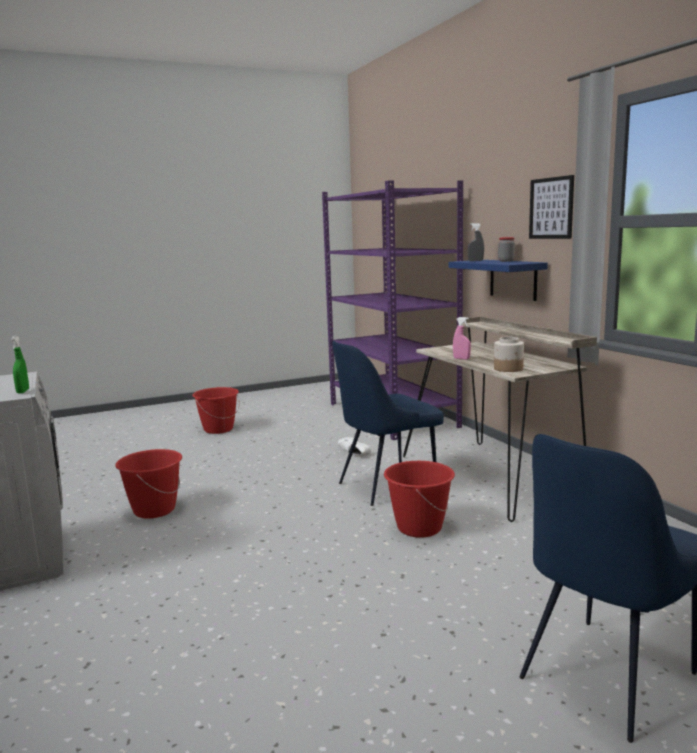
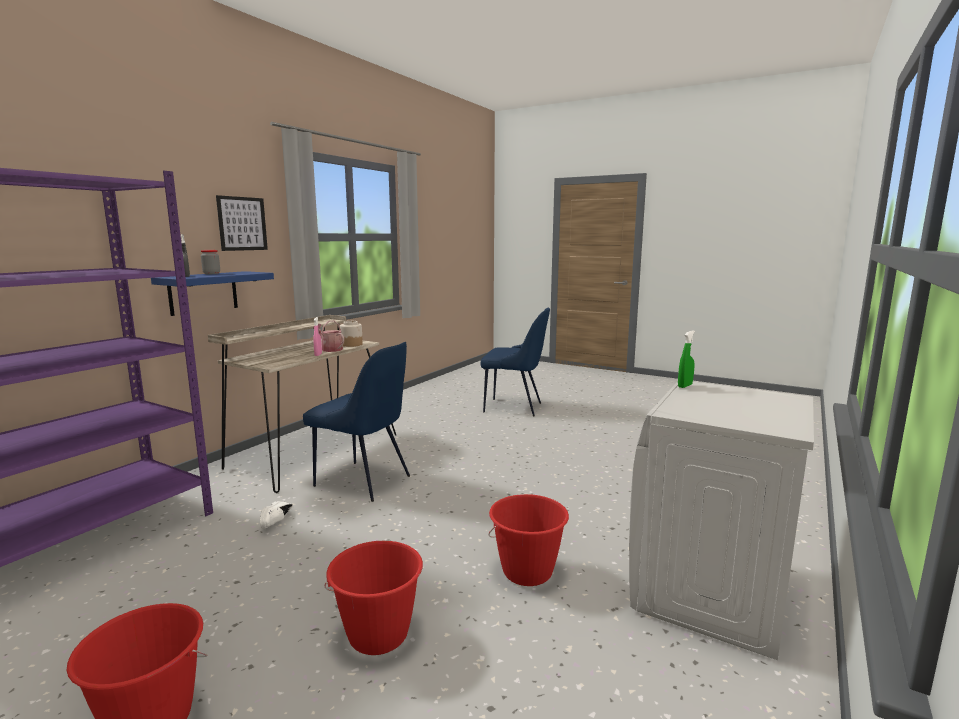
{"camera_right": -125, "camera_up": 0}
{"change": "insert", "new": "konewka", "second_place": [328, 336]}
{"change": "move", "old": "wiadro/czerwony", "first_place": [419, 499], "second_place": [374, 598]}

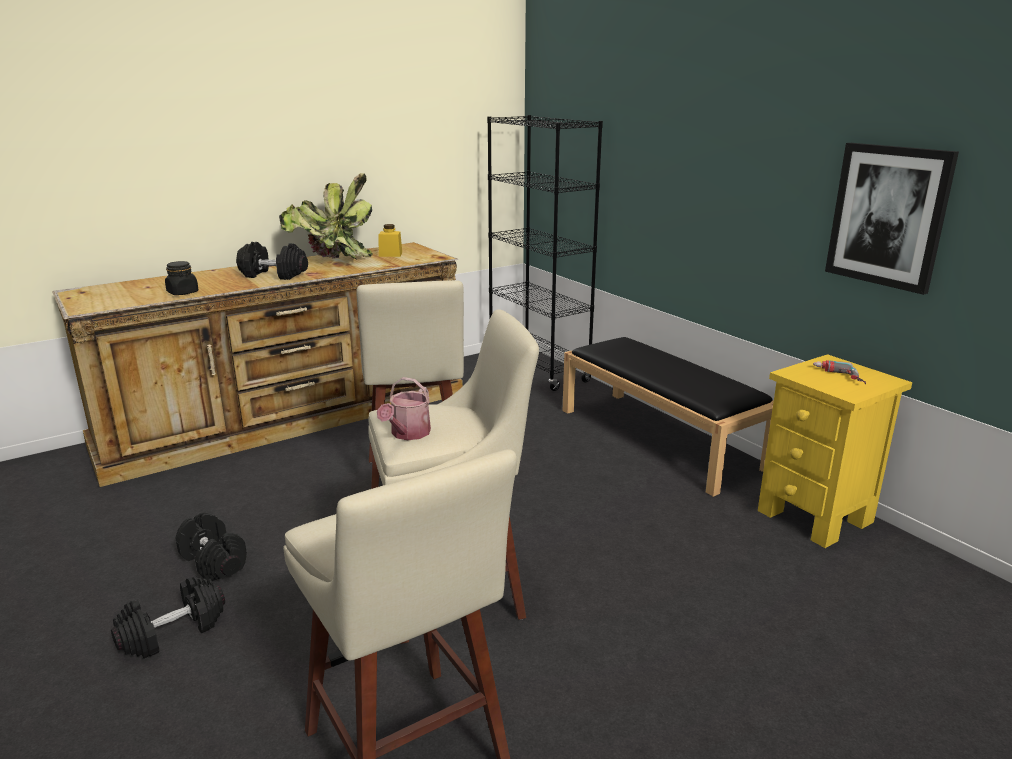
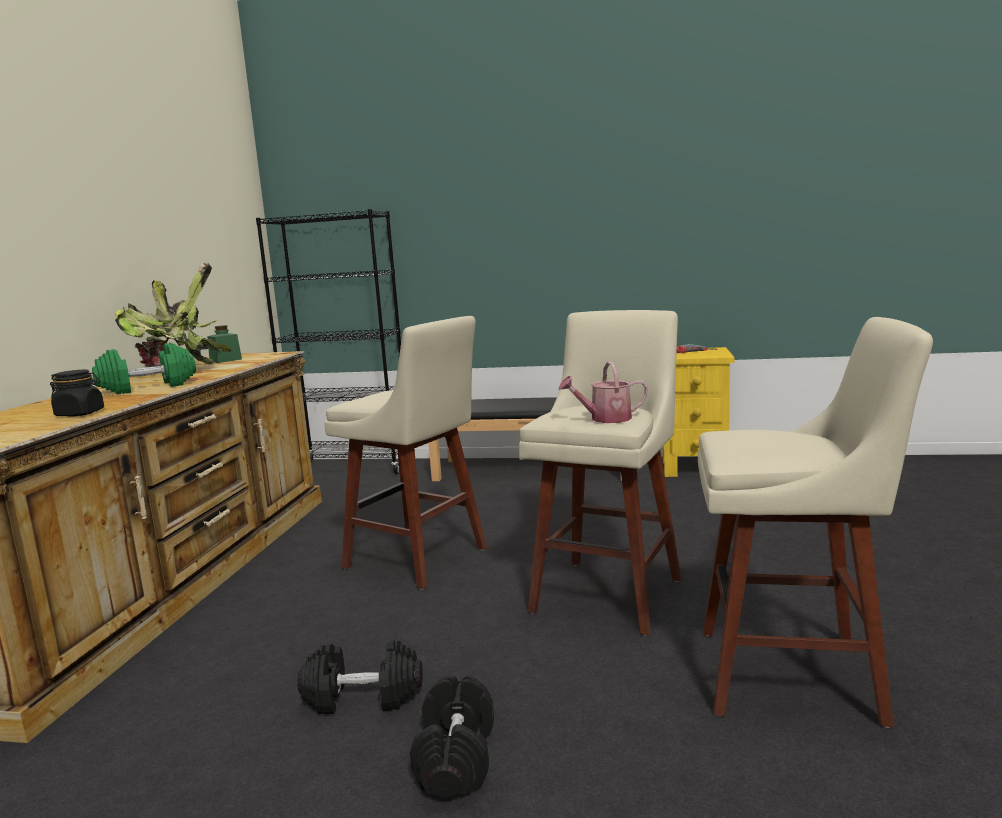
{"camera_right": -45, "camera_up": -10}
{"change": "delete", "old": "obraz", "first_place": [892, 219]}
{"change": "recolor", "old": "hantel/czarny", "new": "hantel/zielony", "first_place": [272, 261], "second_place": [144, 369]}
{"change": "recolor", "old": "słoik/żółty", "new": "słoik/zielony", "first_place": [390, 240], "second_place": [224, 344]}
{"change": "rotate", "old": "konewka", "first_place": [404, 408], "second_place": [603, 392], "degrees": 105}

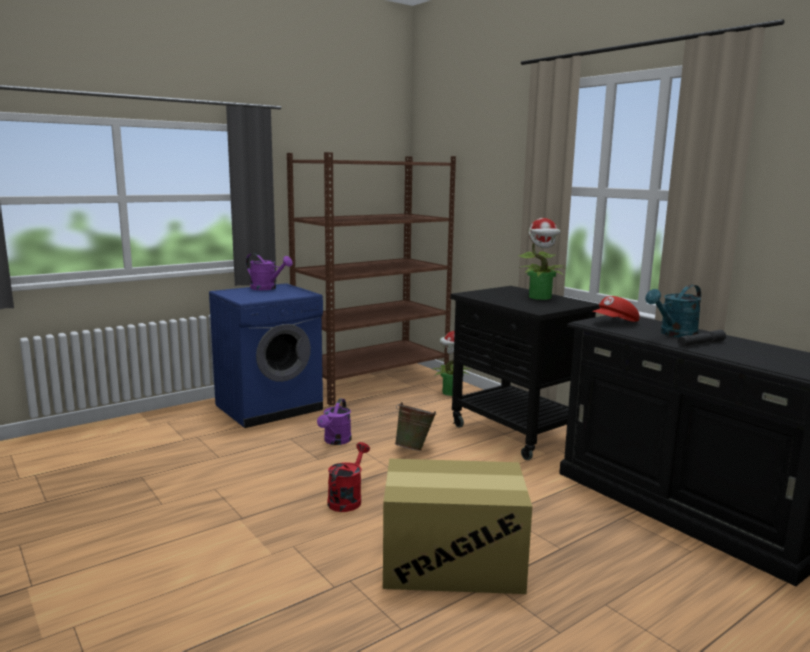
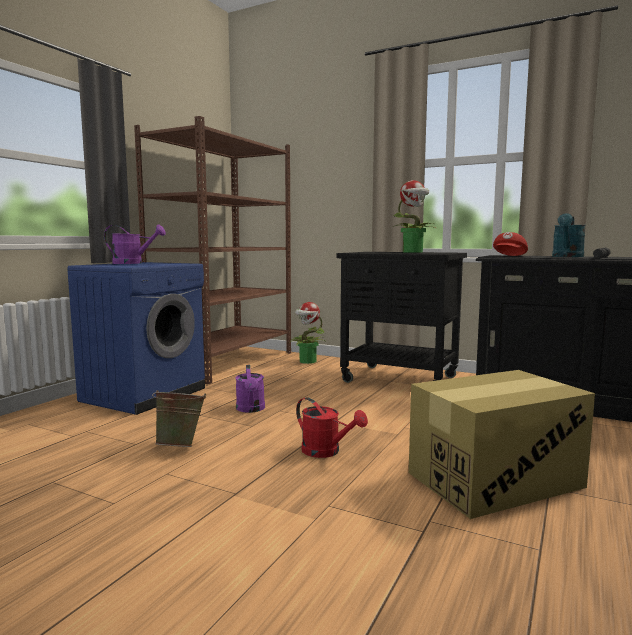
{"camera_right": -25, "camera_up": -5}
{"change": "move", "old": "wiadro/zielony", "first_place": [416, 426], "second_place": [179, 418]}
{"change": "rotate", "old": "konewka/czerwony", "first_place": [348, 477], "second_place": [332, 427], "degrees": 135}

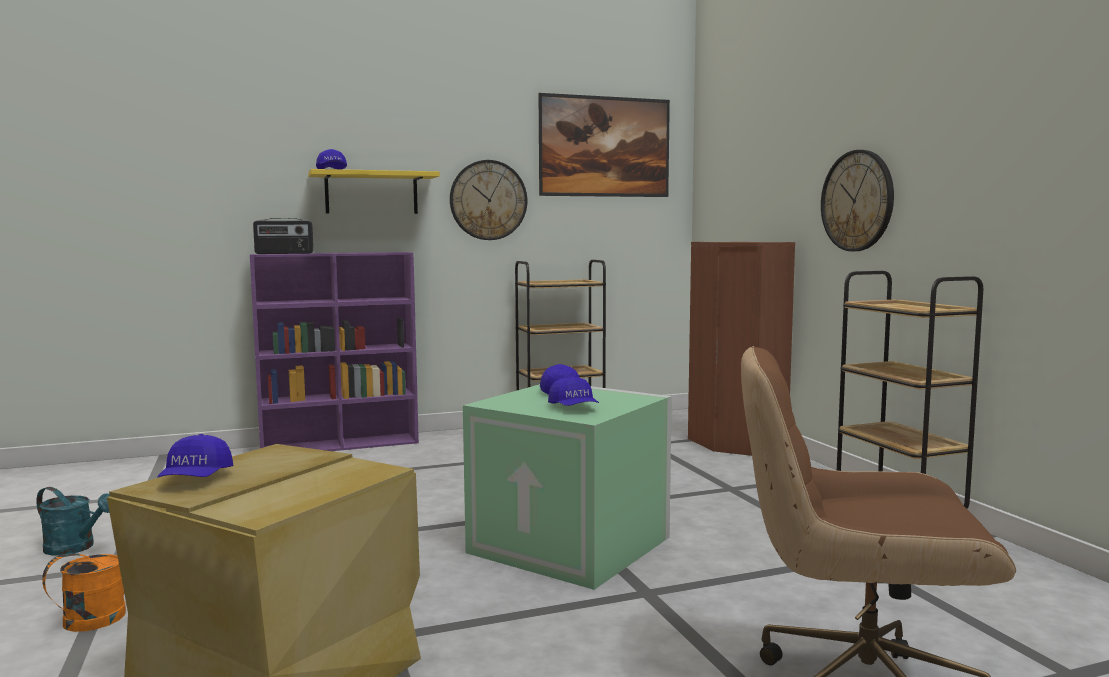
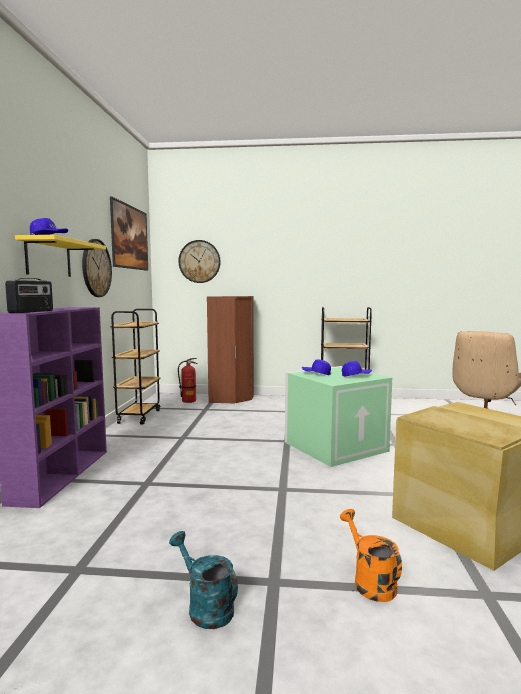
{"camera_right": -65, "camera_up": 0}
{"change": "delete", "old": "czapka z daszkiem/niebieski", "first_place": [195, 455]}
{"change": "insert", "new": "gaśnica", "second_place": [188, 380]}
{"change": "move", "old": "zegar ścienny", "first_place": [857, 200], "second_place": [199, 261]}
{"change": "rotate", "old": "konewka/turkusowy", "first_place": [73, 521], "second_place": [203, 580], "degrees": -90}

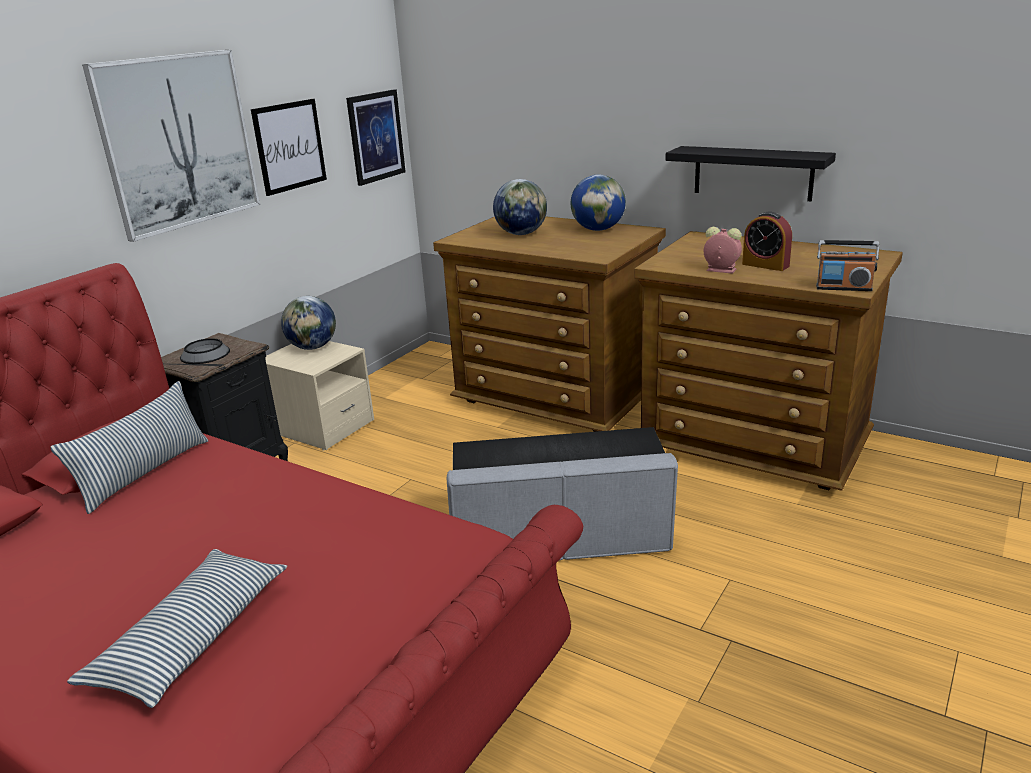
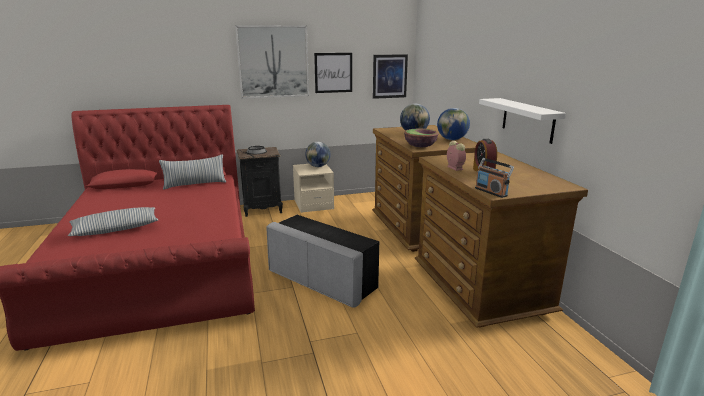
{"camera_right": 40, "camera_up": -5}
{"change": "insert", "new": "miska", "second_place": [421, 138]}
{"change": "recolor", "old": "półka/czarny", "new": "półka/biały", "first_place": [750, 173], "second_place": [522, 121]}

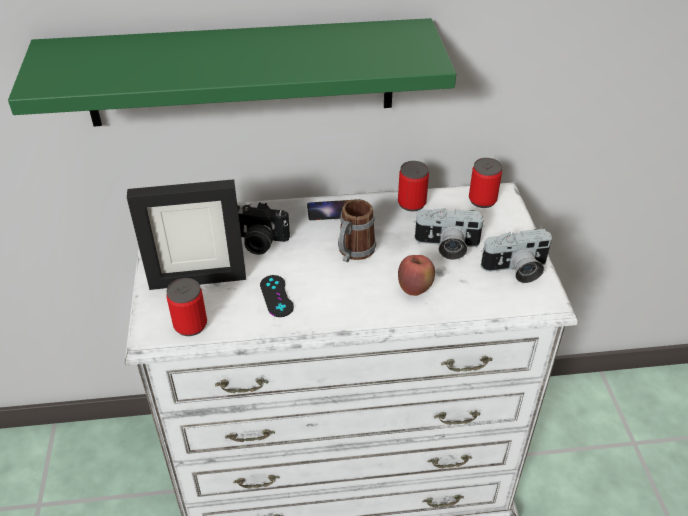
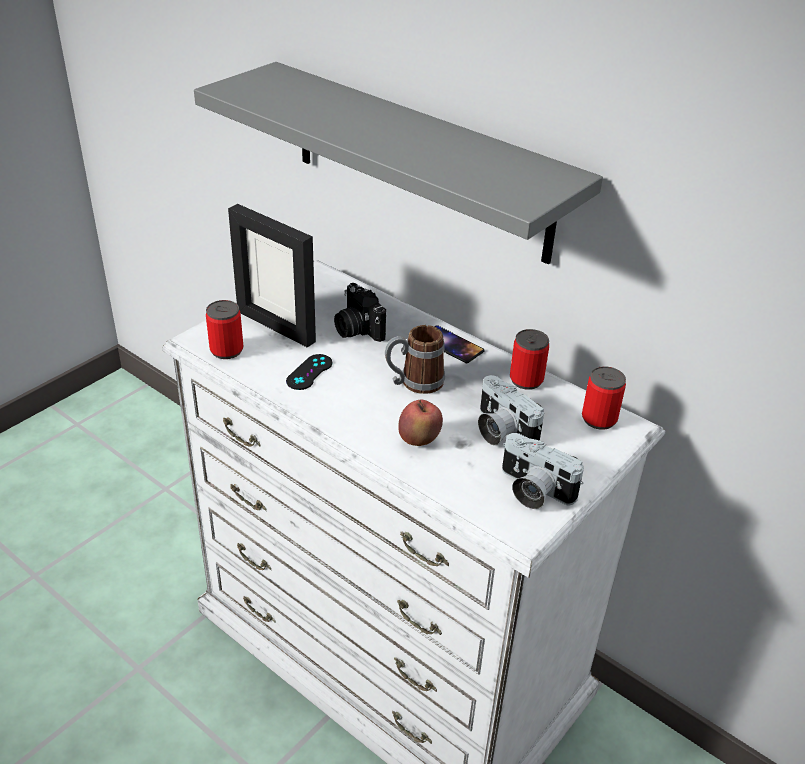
{"camera_right": 45, "camera_up": -5}
{"change": "recolor", "old": "półka/zielony", "new": "półka/szary", "first_place": [232, 72], "second_place": [398, 163]}

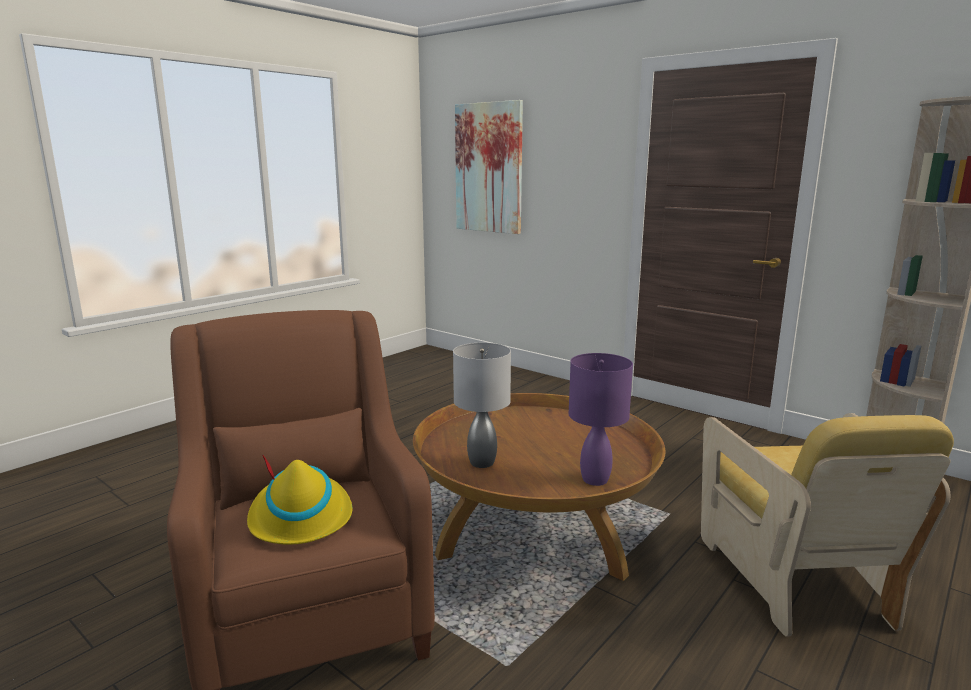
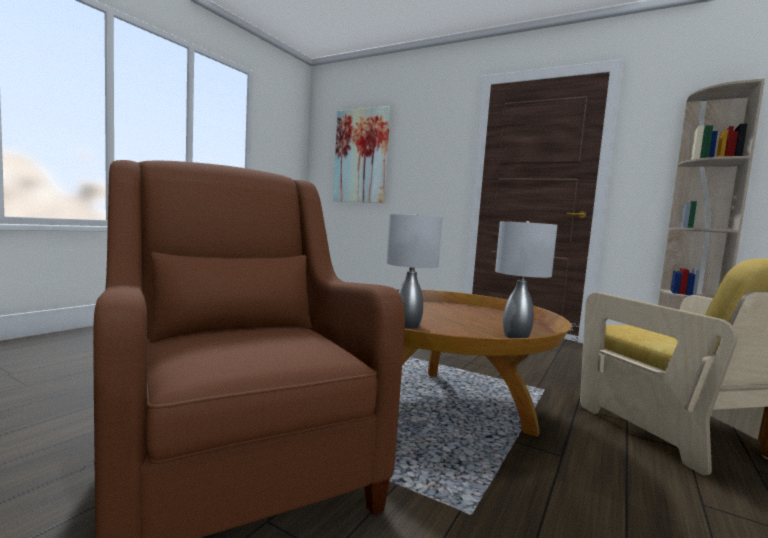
{"camera_right": -10, "camera_up": -10}
{"change": "delete", "old": "kapelusz/żółty", "first_place": [299, 499]}
{"change": "recolor", "old": "lampa stołowa/fioletowy", "new": "lampa stołowa/szary", "first_place": [601, 419], "second_place": [526, 279]}

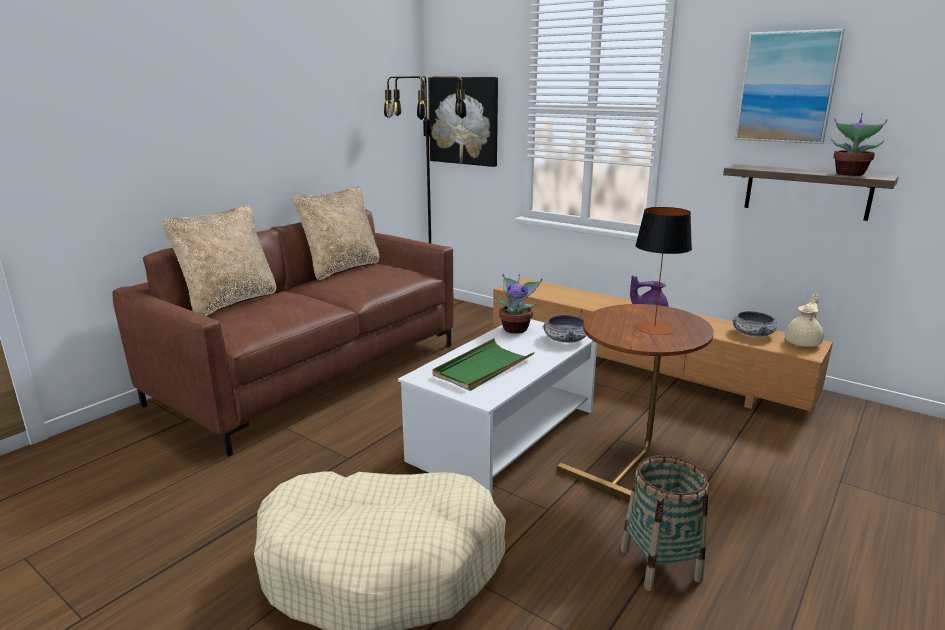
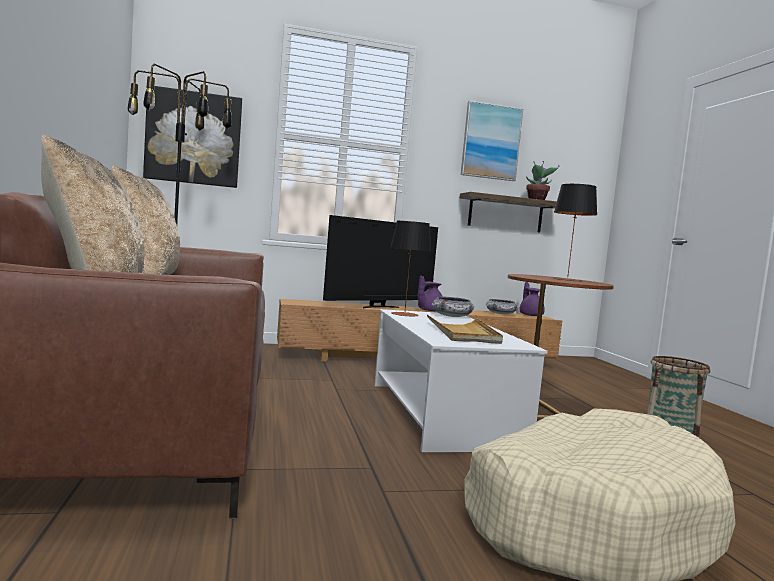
{"camera_right": -50, "camera_up": -15}
{"change": "insert", "new": "telewizor", "second_place": [380, 261]}
{"change": "replace", "old": "roślina doniczkowa", "new": "lampa stołowa", "first_place": [519, 303], "second_place": [410, 268]}
{"change": "recolor", "old": "taca/zielony", "new": "taca/beżowy", "first_place": [483, 364], "second_place": [465, 329]}
{"change": "recolor", "old": "imbryk/beżowy", "new": "imbryk/fioletowy", "first_place": [804, 320], "second_place": [532, 299]}

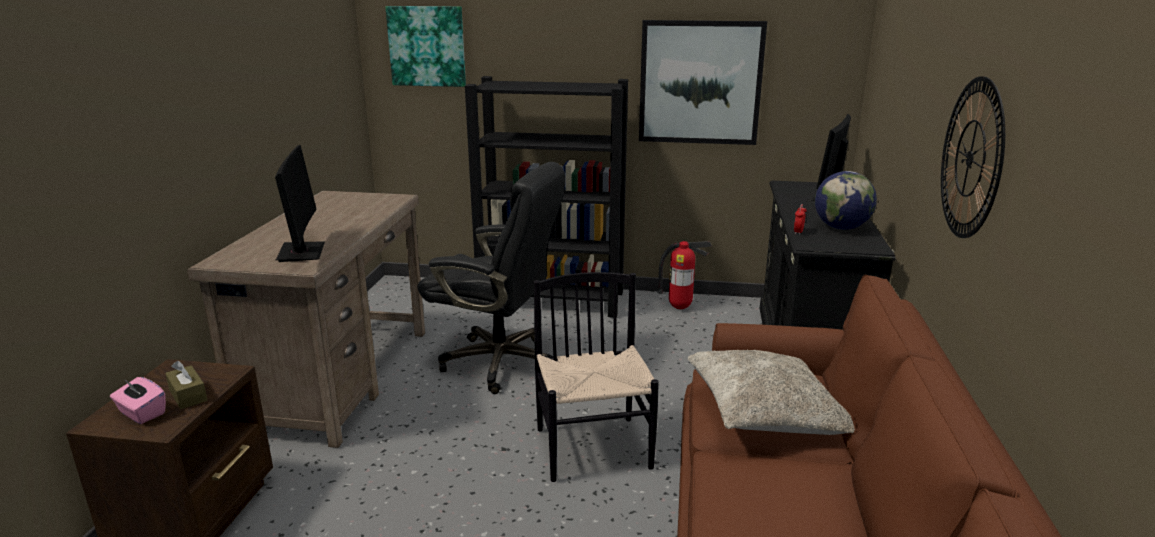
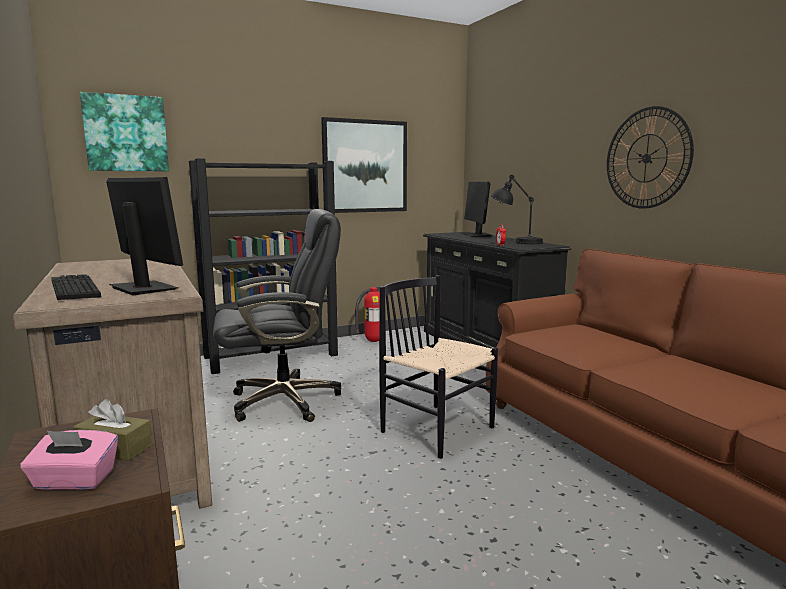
{"camera_right": -35, "camera_up": -10}
{"change": "delete", "old": "poduszka/beżowy", "first_place": [771, 392]}
{"change": "insert", "new": "klawiatura", "second_place": [76, 287]}
{"change": "replace", "old": "globus", "new": "lampa stołowa/czarny", "first_place": [846, 200], "second_place": [517, 209]}

